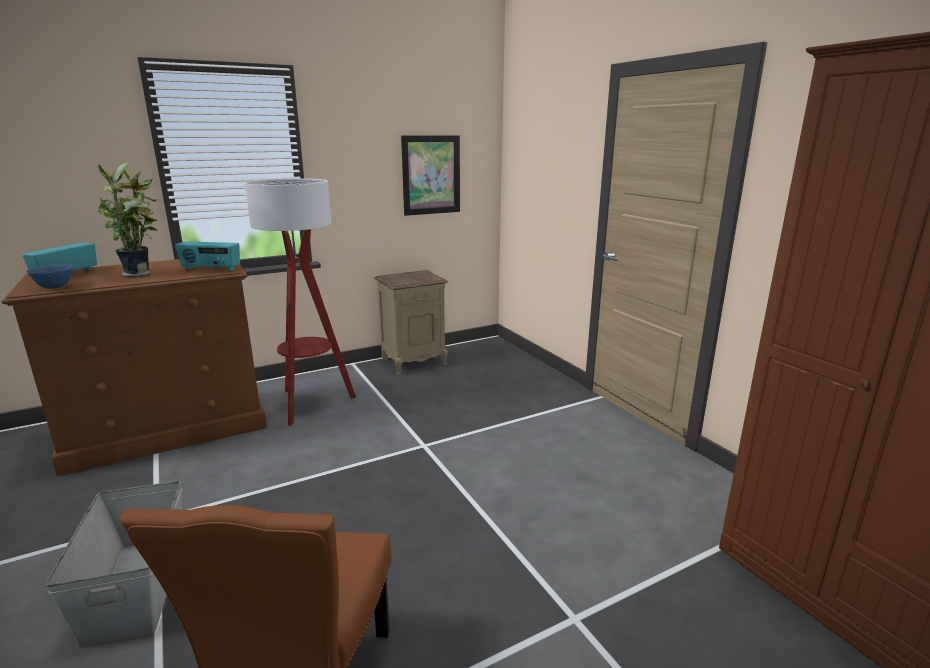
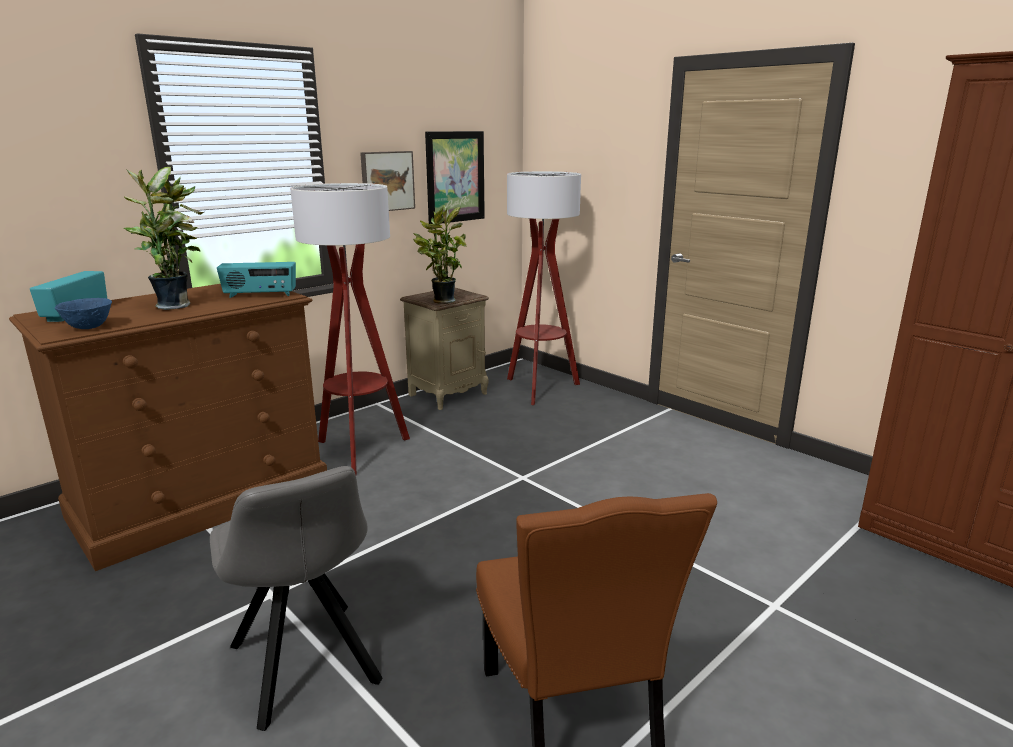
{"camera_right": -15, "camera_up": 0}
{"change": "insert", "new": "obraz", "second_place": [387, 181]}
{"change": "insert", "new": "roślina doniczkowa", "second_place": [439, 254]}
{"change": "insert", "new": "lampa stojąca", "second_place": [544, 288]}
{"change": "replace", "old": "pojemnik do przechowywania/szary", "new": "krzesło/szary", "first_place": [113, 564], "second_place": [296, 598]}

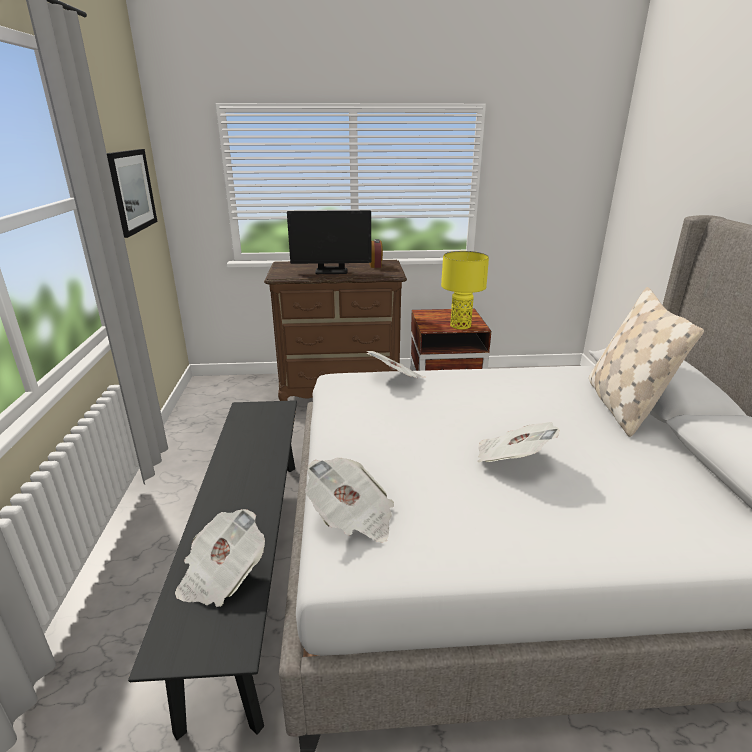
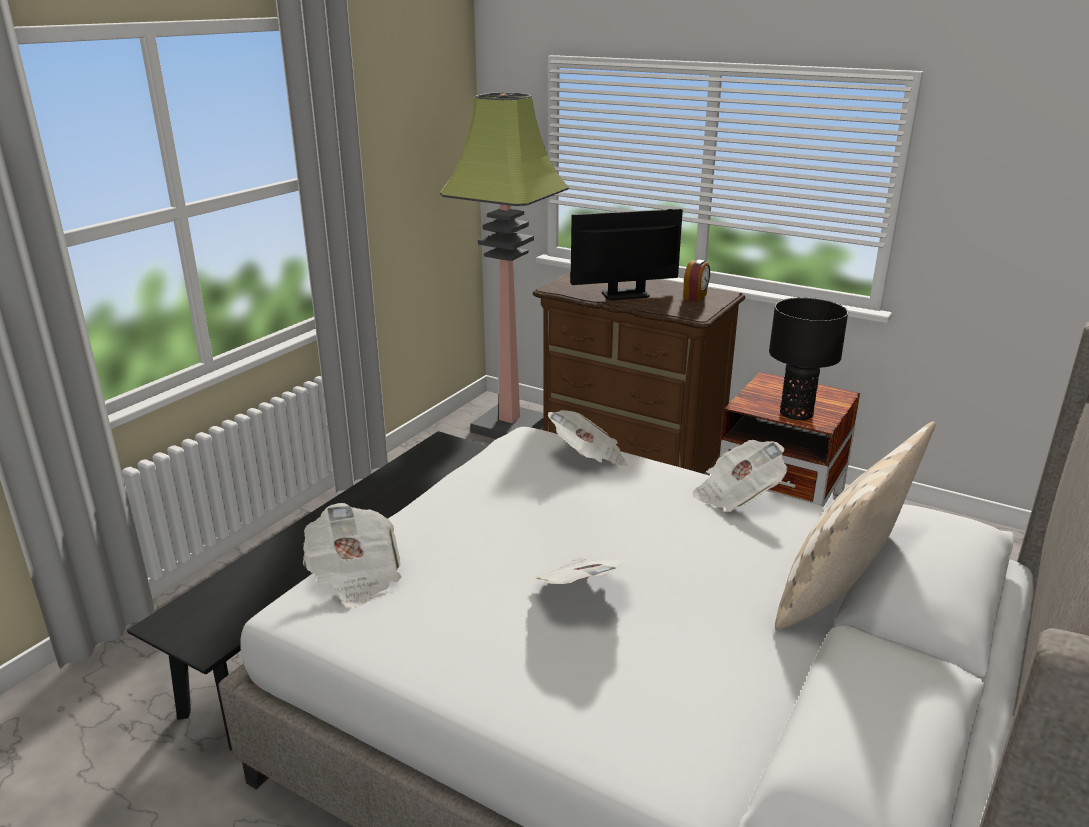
{"camera_right": 35, "camera_up": 0}
{"change": "delete", "old": "obraz", "first_place": [132, 193]}
{"change": "insert", "new": "lampa stojąca", "second_place": [504, 265]}
{"change": "move", "old": "gazeta", "first_place": [220, 558], "second_place": [740, 476]}
{"change": "recolor", "old": "lampa stołowa/żółty", "new": "lampa stołowa/czarny", "first_place": [465, 290], "second_place": [808, 358]}
{"change": "rotate", "old": "monitor", "first_place": [329, 242], "second_place": [627, 254], "degrees": 135}

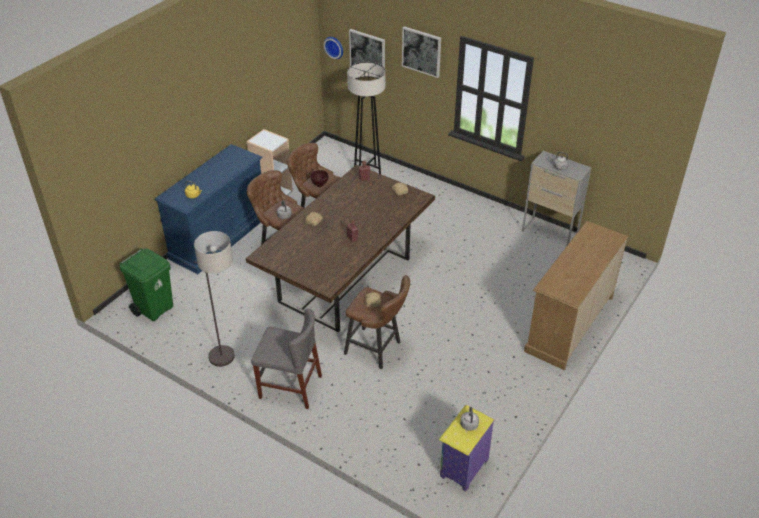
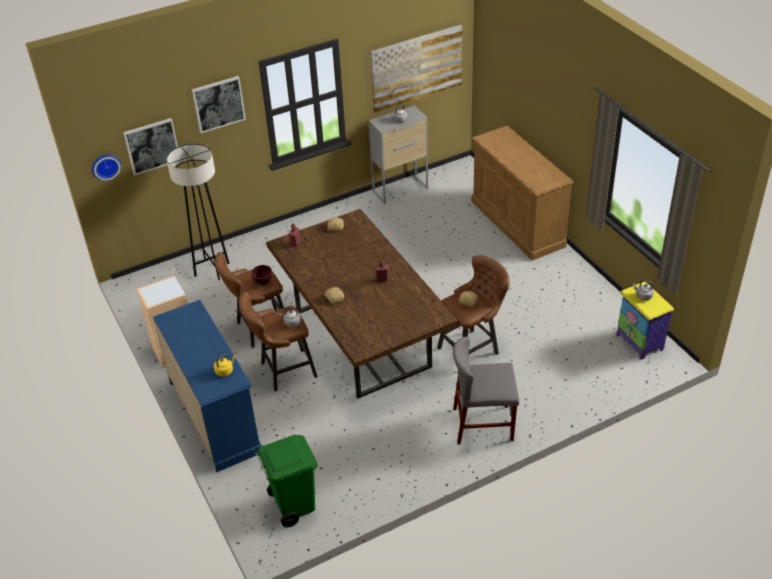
{"camera_right": -60, "camera_up": 0}
{"change": "delete", "old": "lampa stojąca/szary", "first_place": [214, 299]}
{"change": "insert", "new": "obraz", "second_place": [416, 68]}
{"change": "rotate", "old": "krzesło/szary", "first_place": [286, 359], "second_place": [486, 391], "degrees": -135}

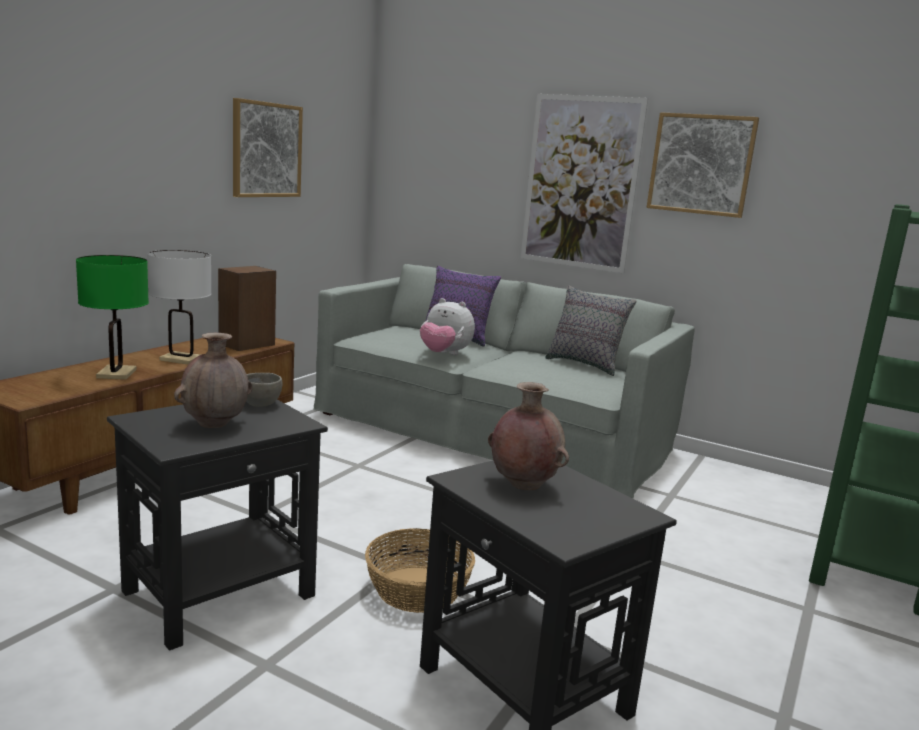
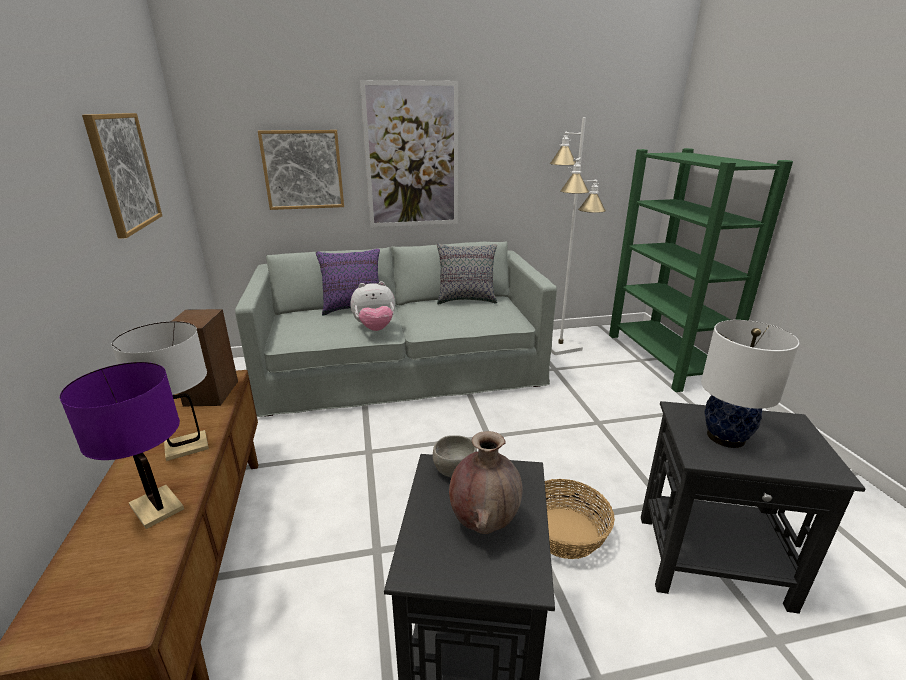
{"camera_right": -40, "camera_up": 10}
{"change": "insert", "new": "lampa stojąca/biały", "second_place": [578, 236]}
{"change": "move", "old": "obraz", "first_place": [702, 165], "second_place": [301, 170]}
{"change": "replace", "old": "wazon/brązowy", "new": "lampa stołowa/biały", "first_place": [528, 436], "second_place": [750, 384]}
{"change": "recolor", "old": "lampa stołowa/zielony", "new": "lampa stołowa/fioletowy", "first_place": [112, 317], "second_place": [122, 445]}

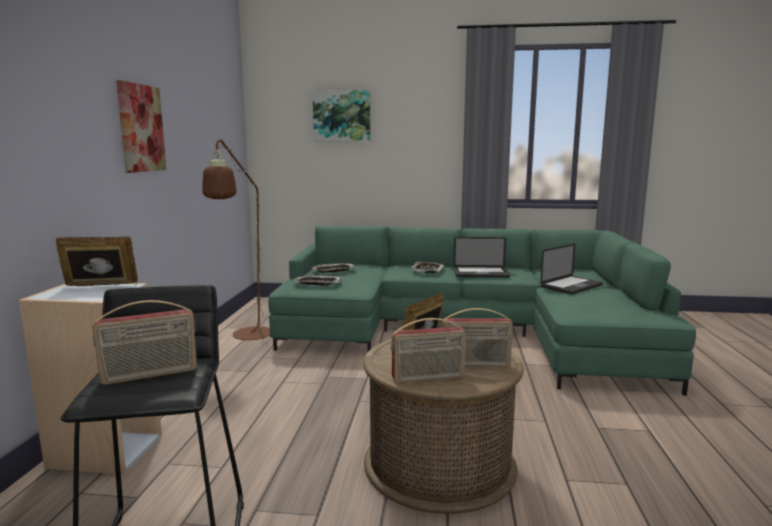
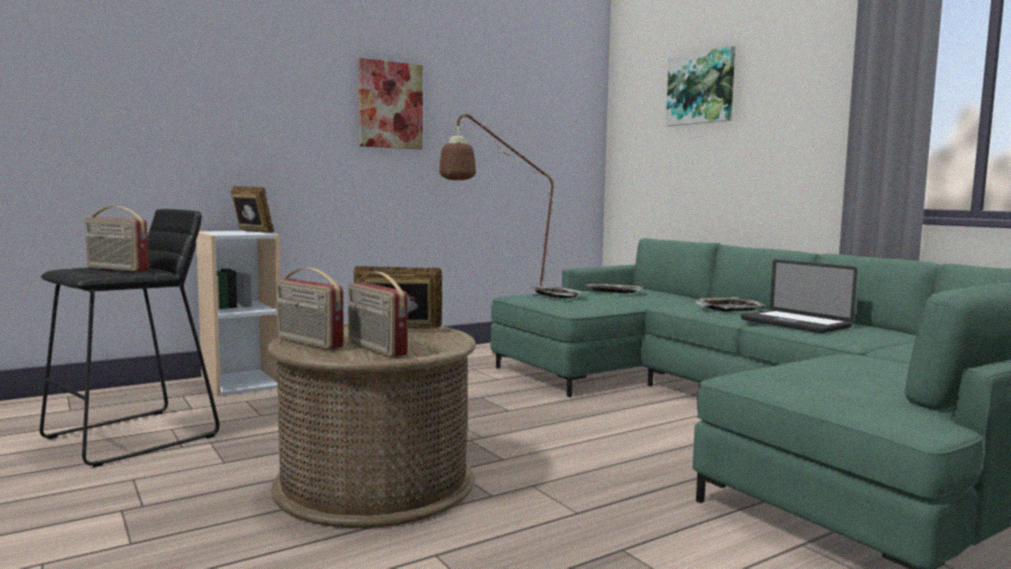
{"camera_right": 50, "camera_up": -5}
{"change": "delete", "old": "laptop", "first_place": [571, 269]}

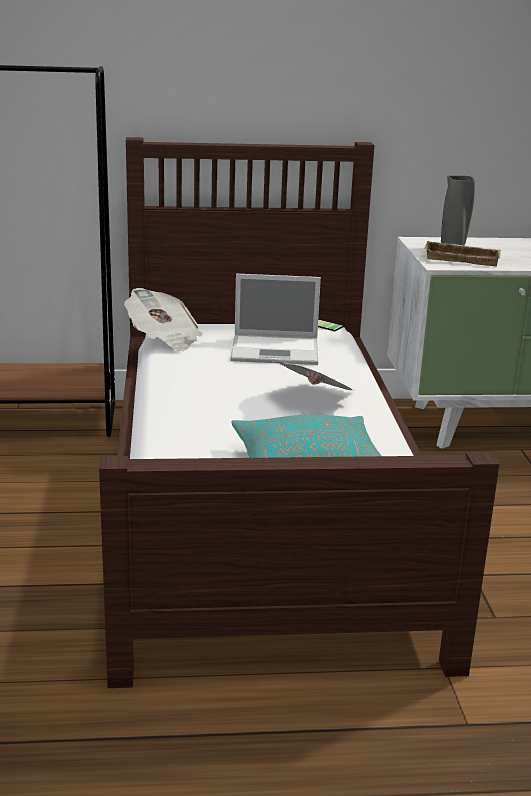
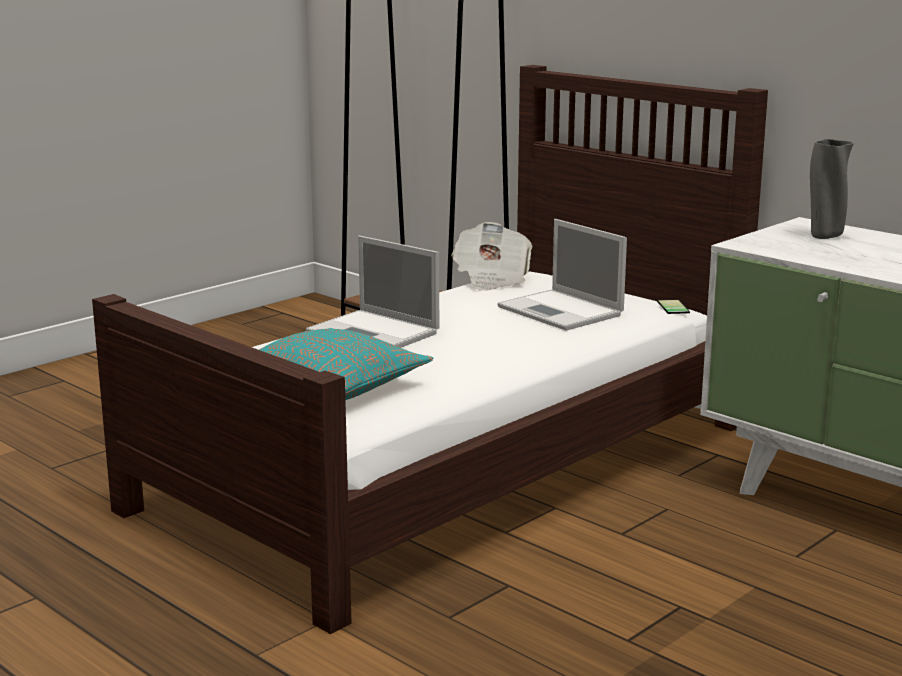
{"camera_right": 50, "camera_up": -5}
{"change": "delete", "old": "gazeta", "first_place": [312, 375]}
{"change": "delete", "old": "taca/beżowy", "first_place": [462, 253]}
{"change": "insert", "new": "laptop", "second_place": [372, 292]}

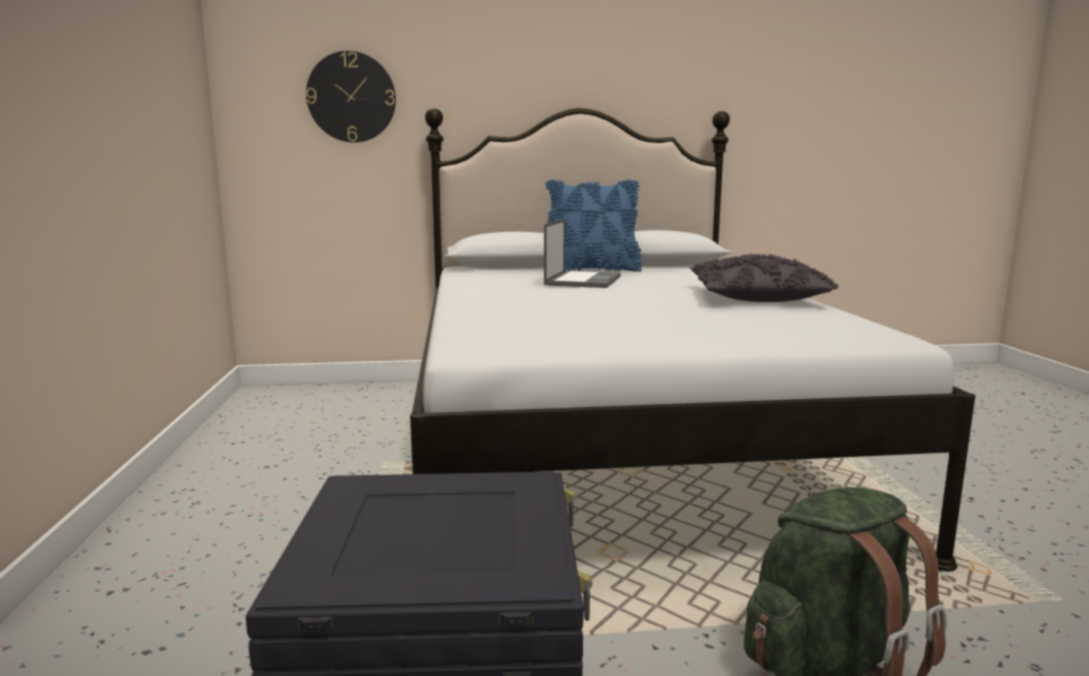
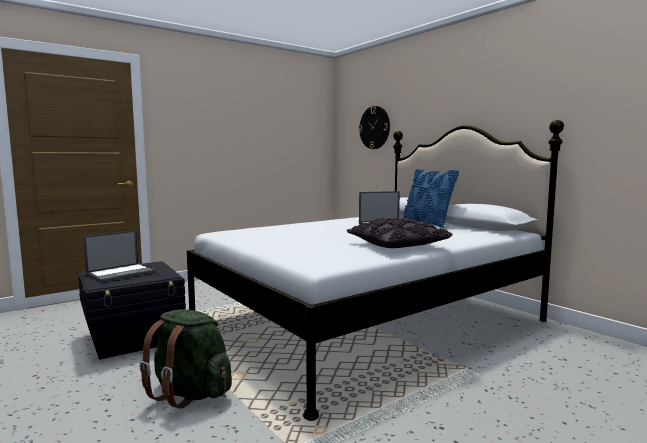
{"camera_right": 60, "camera_up": -5}
{"change": "insert", "new": "laptop", "second_place": [119, 256]}

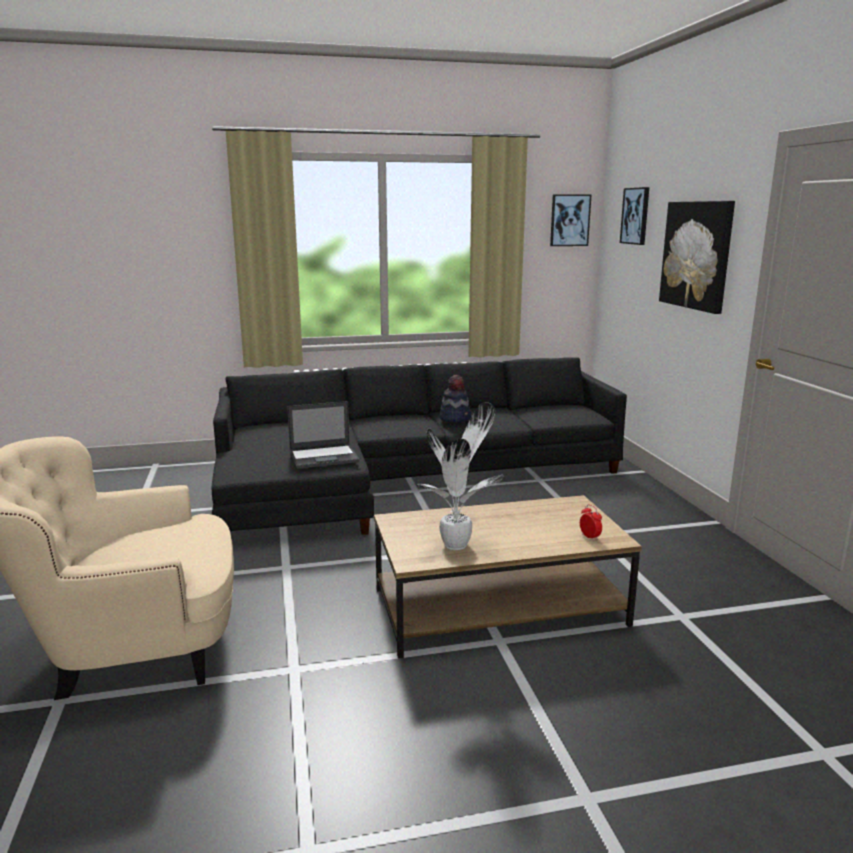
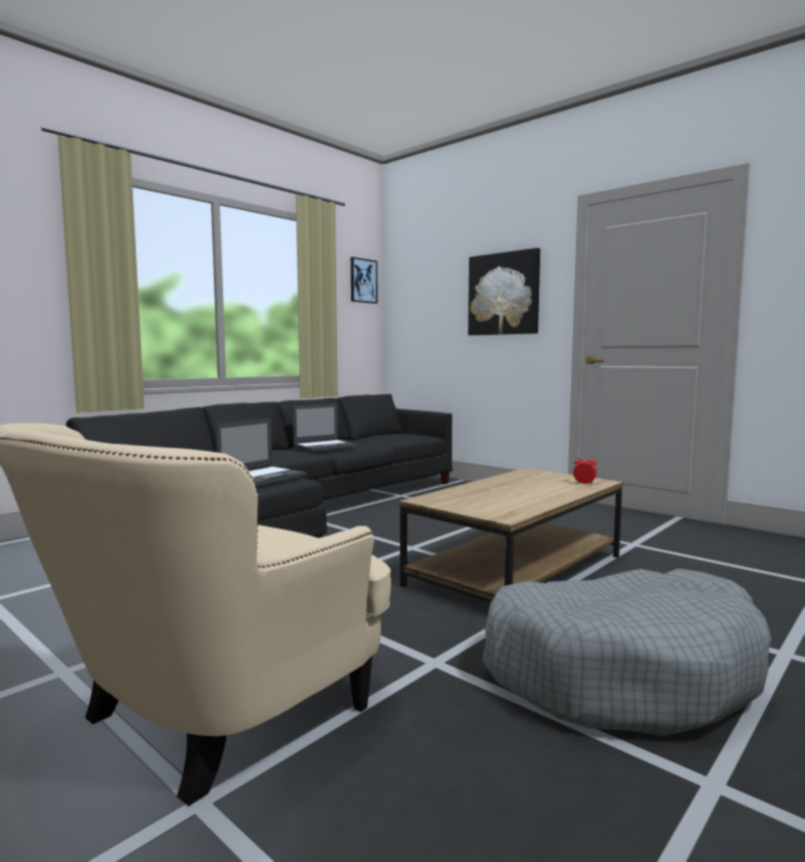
{"camera_right": -35, "camera_up": -10}
{"change": "delete", "old": "roślina doniczkowa", "first_place": [459, 476]}
{"change": "delete", "old": "obraz", "first_place": [634, 216]}
{"change": "insert", "new": "legowisko/szary", "second_place": [626, 652]}
{"change": "replace", "old": "kapelusz", "new": "laptop", "first_place": [455, 399], "second_place": [325, 427]}

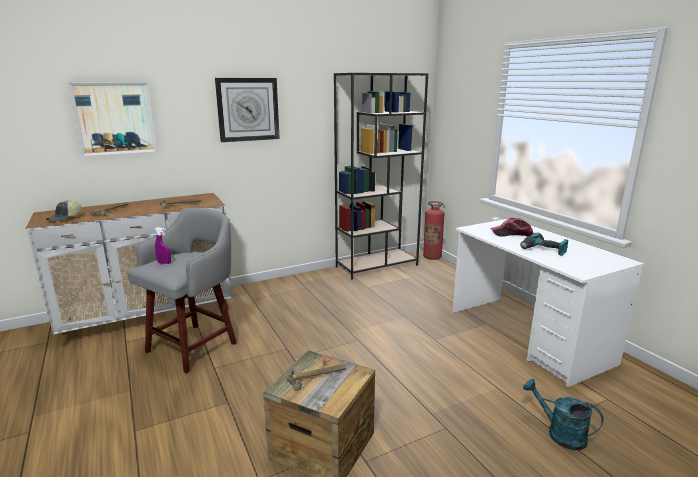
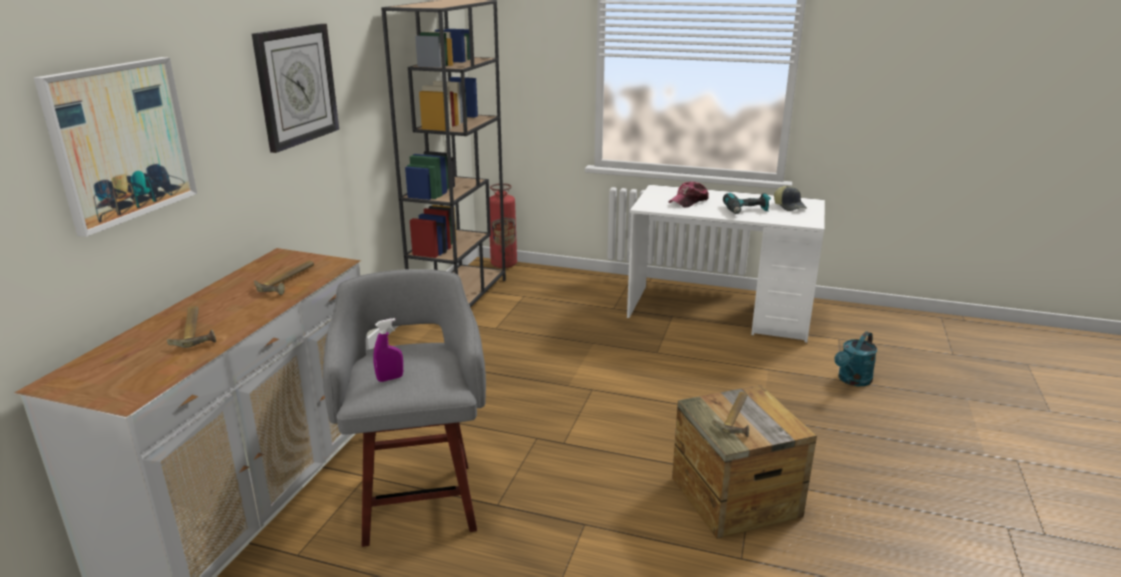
{"camera_right": -45, "camera_up": 5}
{"change": "move", "old": "czapka z daszkiem", "first_place": [64, 211], "second_place": [790, 198]}
{"change": "rotate", "old": "konewka/turkusowy", "first_place": [563, 414], "second_place": [855, 358], "degrees": -45}

